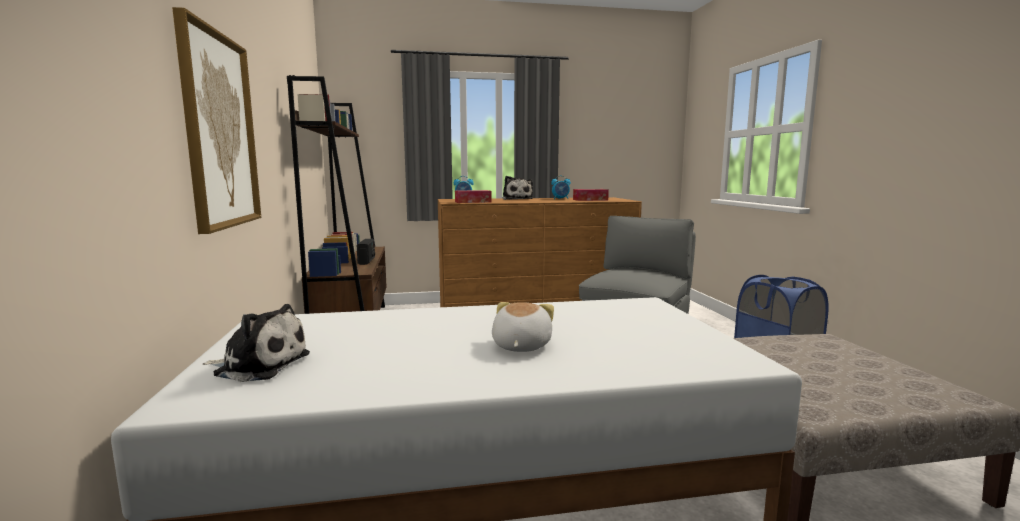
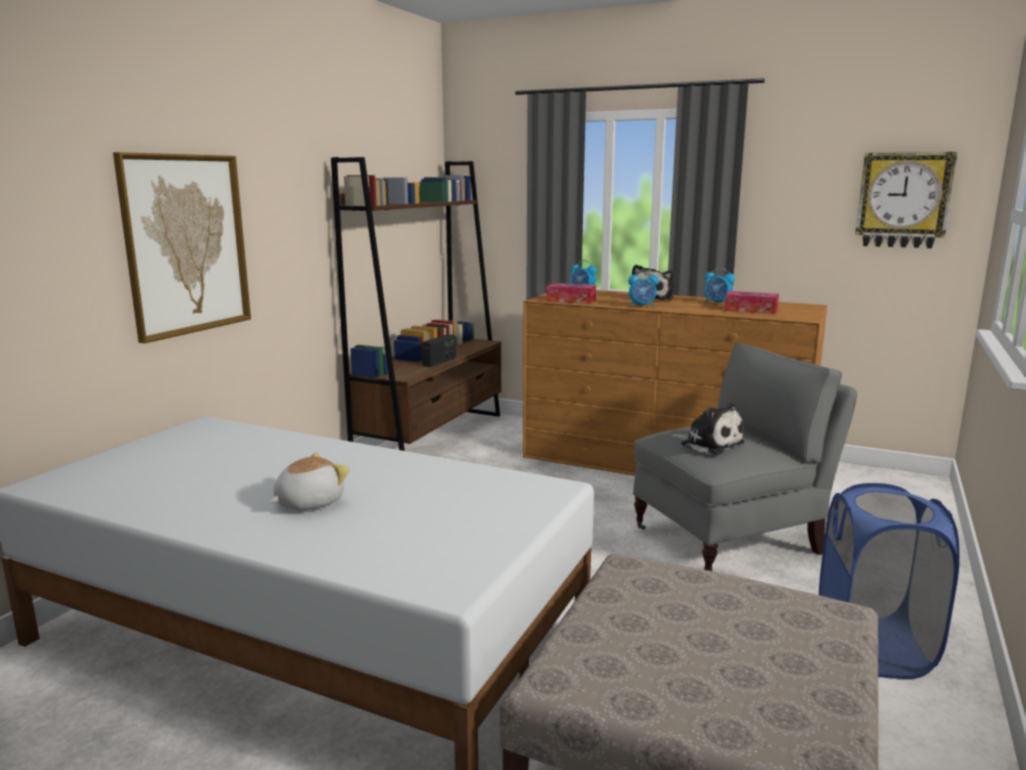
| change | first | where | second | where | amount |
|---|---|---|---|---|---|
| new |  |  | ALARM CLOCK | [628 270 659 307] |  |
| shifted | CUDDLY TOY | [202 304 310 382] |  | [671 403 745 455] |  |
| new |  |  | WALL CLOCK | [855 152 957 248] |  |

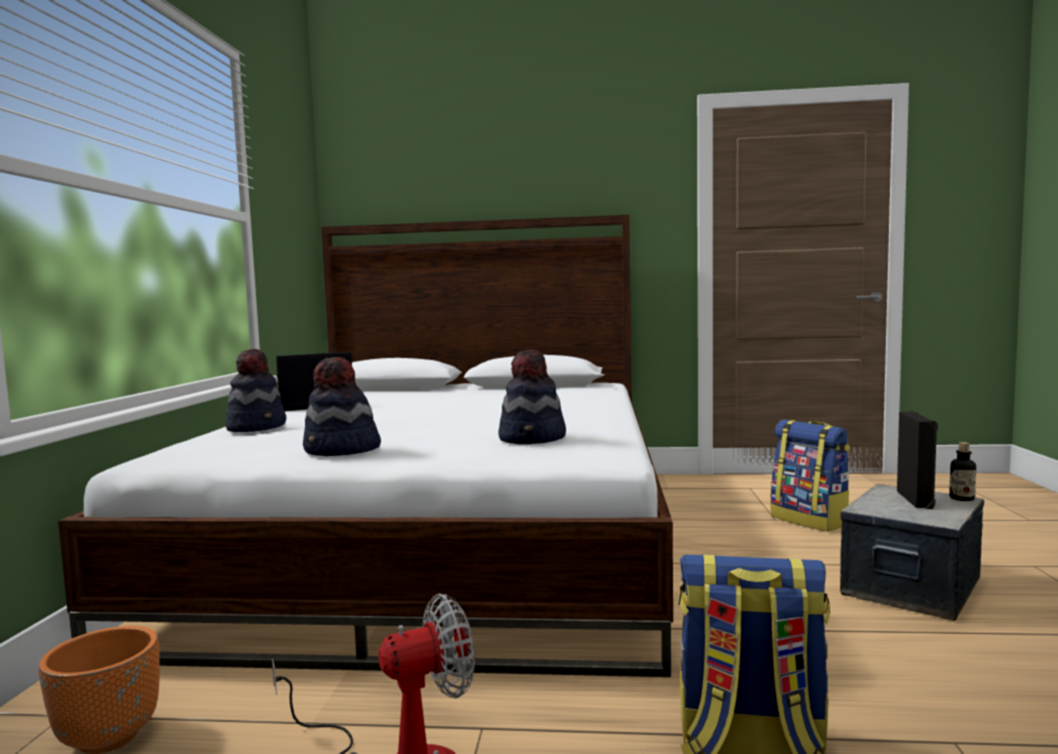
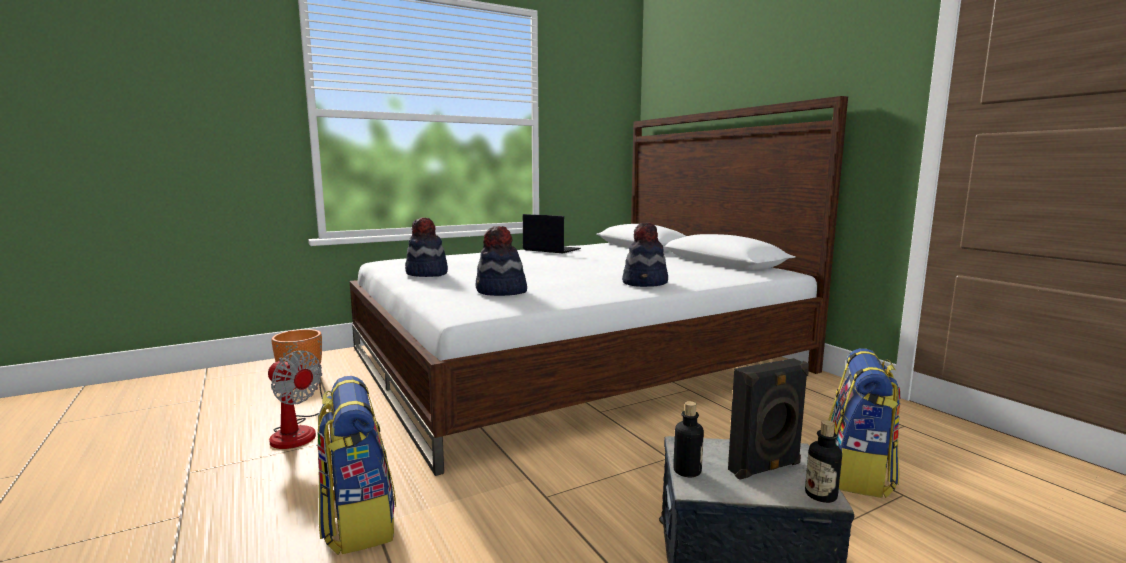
| change | first | where | second | where | amount |
|---|---|---|---|---|---|
| shifted | HAT | [225 349 286 432] |  | [622 222 668 287] |  |
| new |  |  | BEVERAGE BOTTLE | [673 401 704 477] |  |

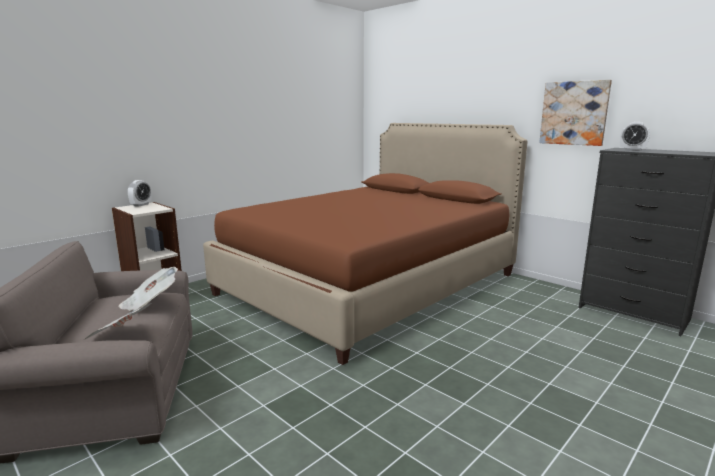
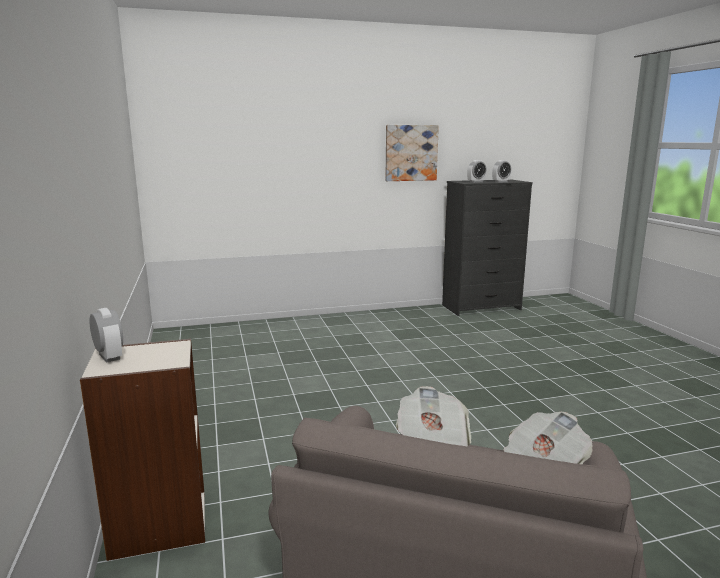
| change | first | where | second | where | amount |
|---|---|---|---|---|---|
| new |  |  | ALARM CLOCK | [492 160 511 183] |  |
| gone | BROWN-COLOURED SLEEPING BED | [203 123 528 365] |  |  |  |

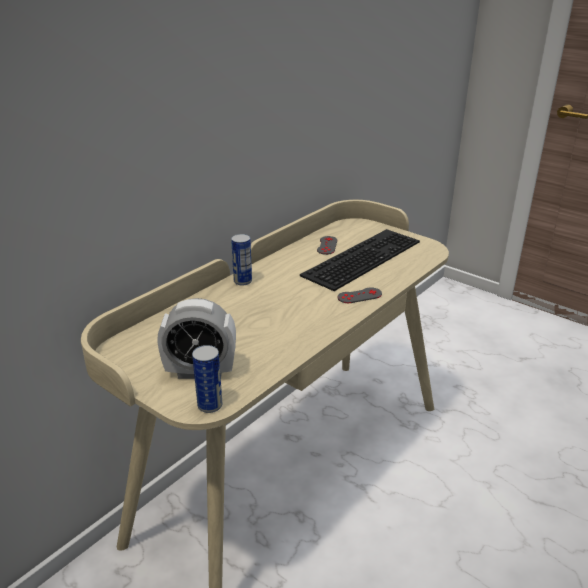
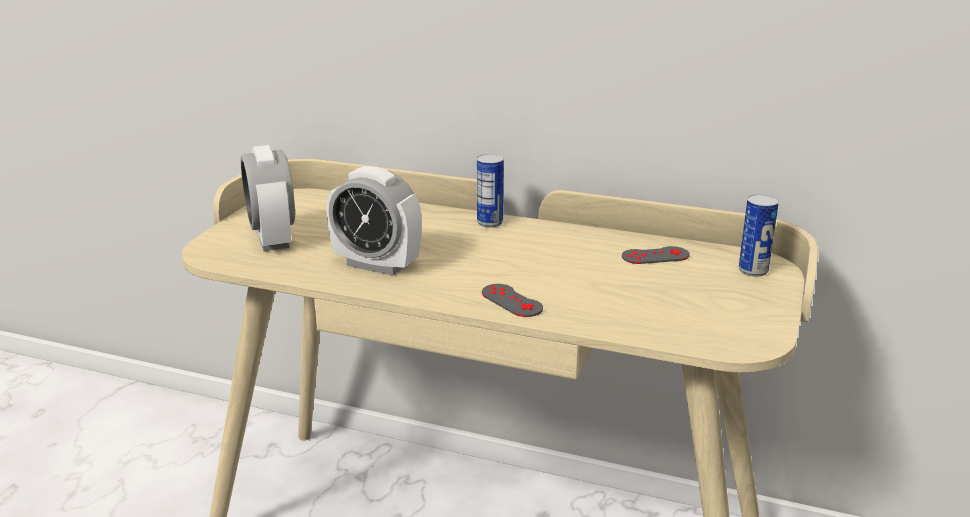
| change | first | where | second | where | amount |
|---|---|---|---|---|---|
| new |  |  | ALARM CLOCK | [327 166 422 276] |  |
| shifted | CAN | [192 345 222 413] |  | [739 194 779 277] |  |
| gone | KEYBOARD | [300 229 420 291] |  |  |  |

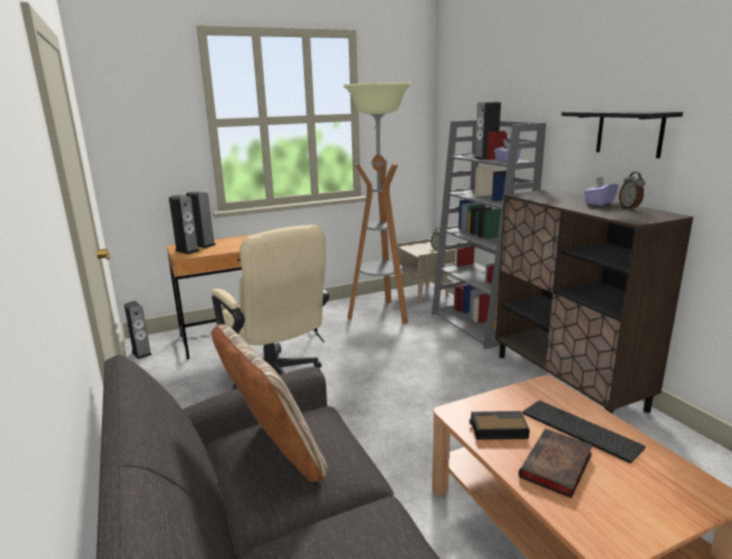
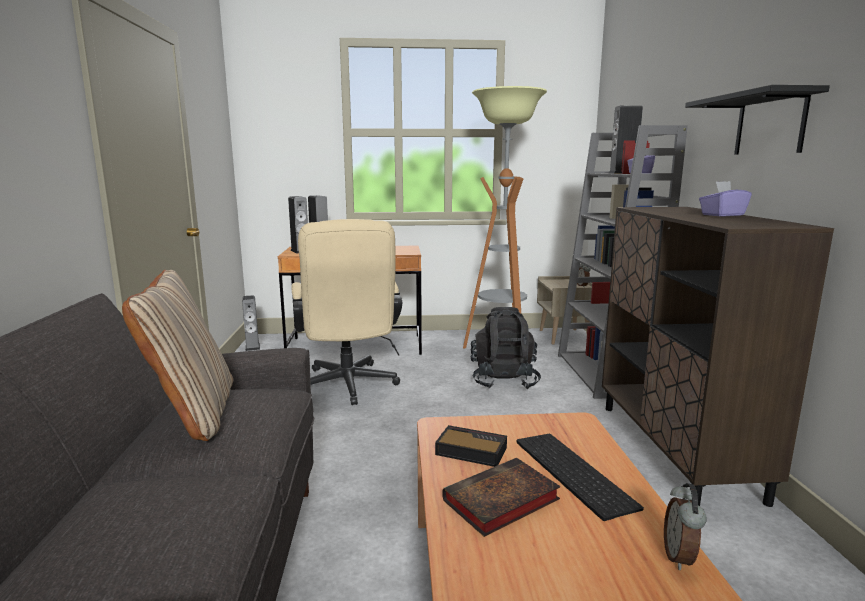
| change | first | where | second | where | amount |
|---|---|---|---|---|---|
| new |  |  | BLACKISH BACKPACK | [471 307 541 389] |  |
| shifted | ALARM CLOCK | [619 172 645 210] |  | [664 483 707 570] |  |

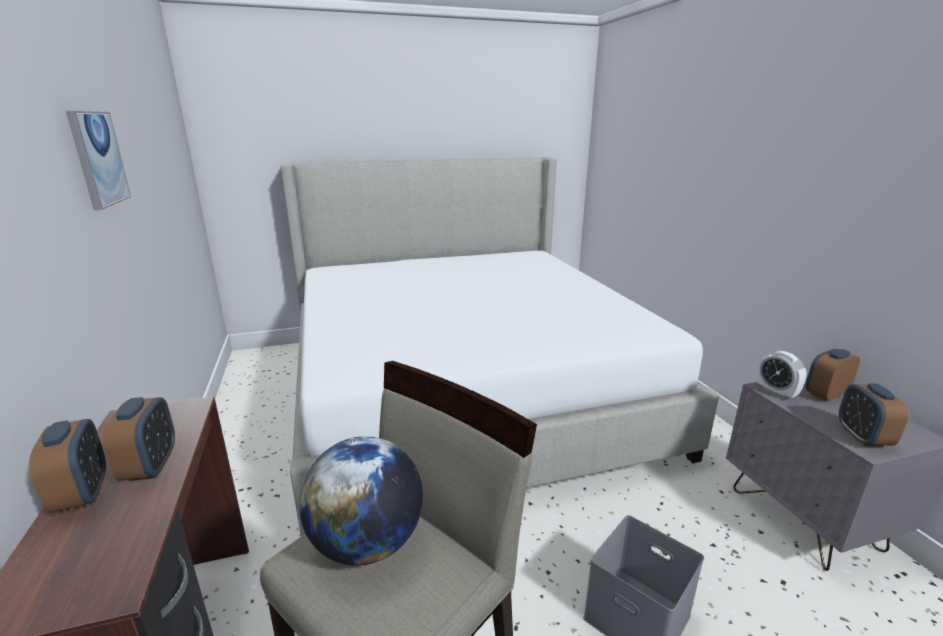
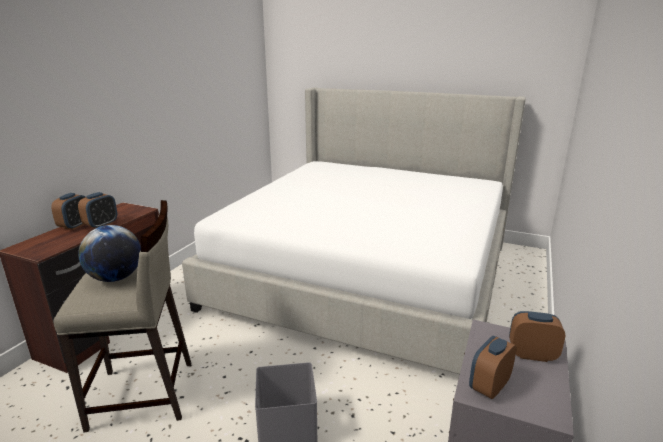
| change | first | where | second | where | amount |
|---|---|---|---|---|---|
| gone | WALL ART | [66 111 131 210] |  |  |  |
| gone | ALARM CLOCK | [757 351 807 400] |  |  |  |

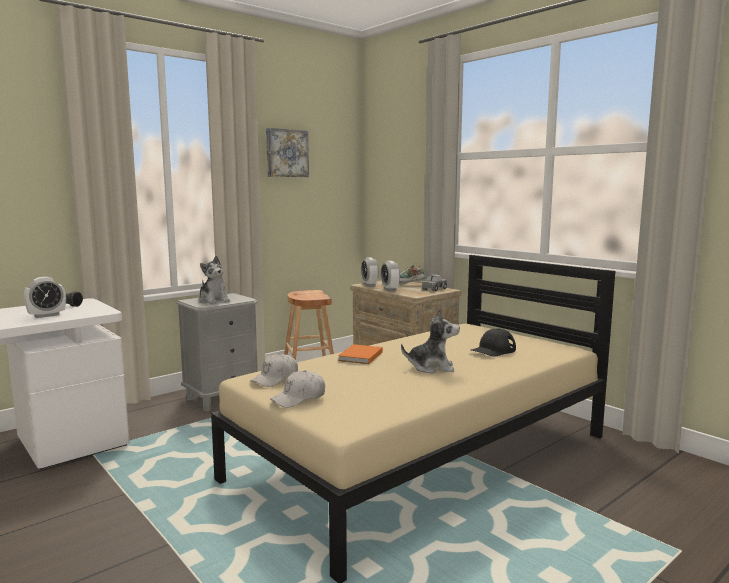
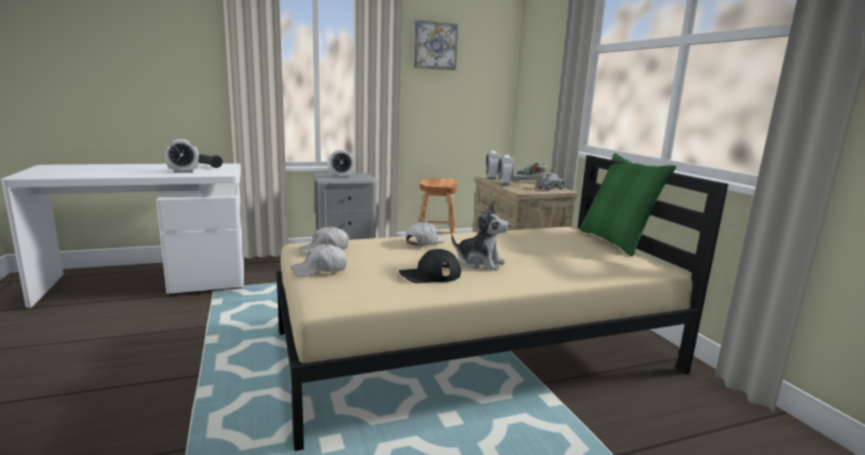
| change | first | where | second | where | amount |
|---|---|---|---|---|---|
| swapped | CUDDLY TOY | [199 256 230 304] | ALARM CLOCK | [328 149 354 178] |  |
| shifted | BLACKISH CAP | [471 328 516 357] |  | [399 249 461 283] |  |
| swapped | ORANGE BOUND BOOK | [338 344 383 364] | WHITE-COLOURED CAP | [406 222 445 246] |  |
| new |  |  | GREEN-COLOURED THROW PILLOW | [580 153 676 256] |  |

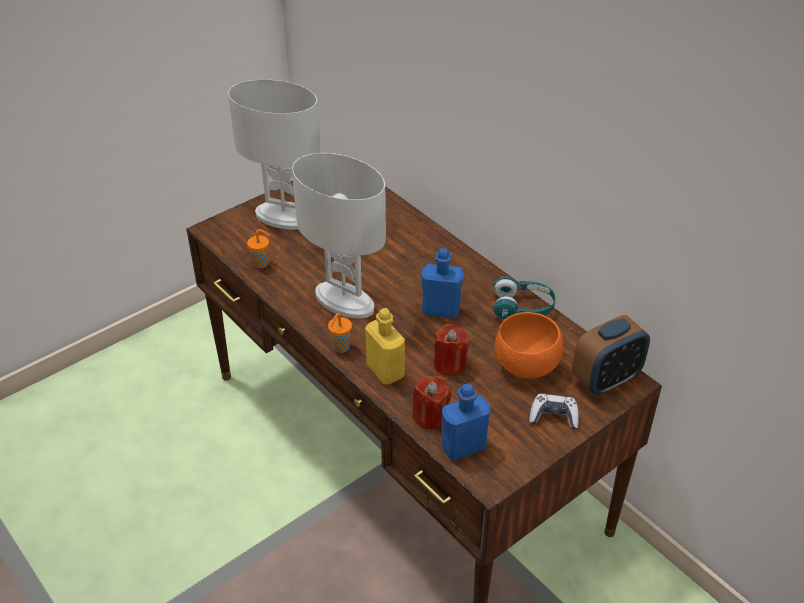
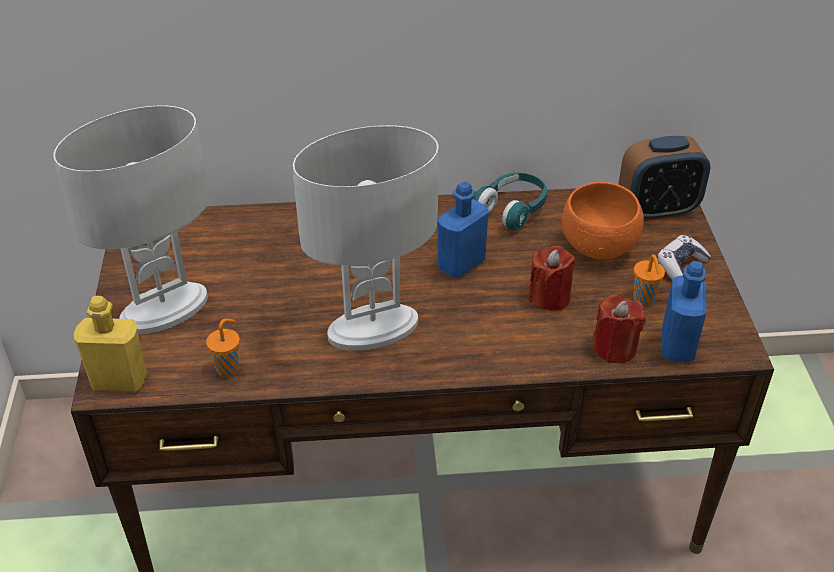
| change | first | where | second | where | amount |
|---|---|---|---|---|---|
| shifted | YELLOW BEVERAGE BOTTLE | [365 308 405 384] |  | [74 296 147 391] |  |
| rotated | ALARM CLOCK | [572 315 650 396] |  | [619 136 710 221] | 75 degrees clockwise |
| shifted | ORANGE DRINKING CUP | [328 313 352 353] |  | [633 254 665 306] |  |

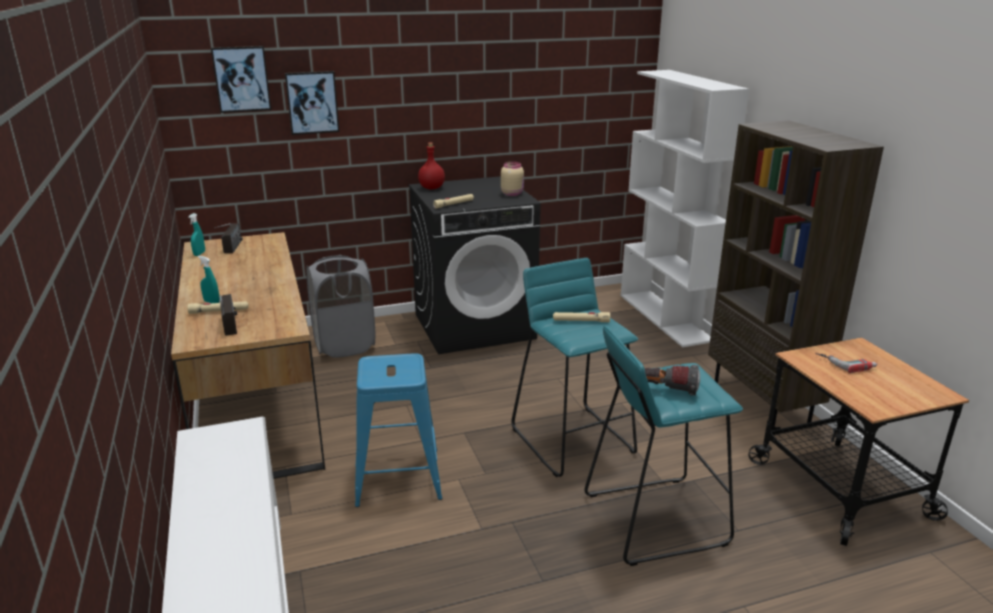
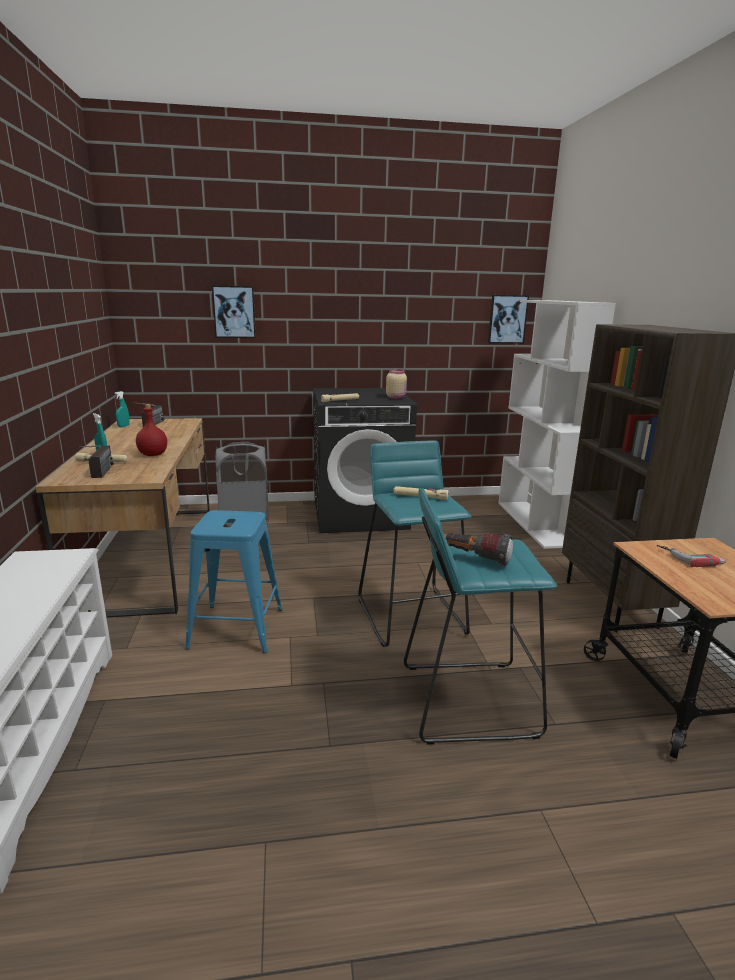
| change | first | where | second | where | amount |
|---|---|---|---|---|---|
| shifted | REDDISH BEVERAGE BOTTLE | [418 142 445 189] |  | [136 404 167 456] |  |
| shifted | WALL ART | [211 46 271 113] |  | [488 295 529 344] |  |

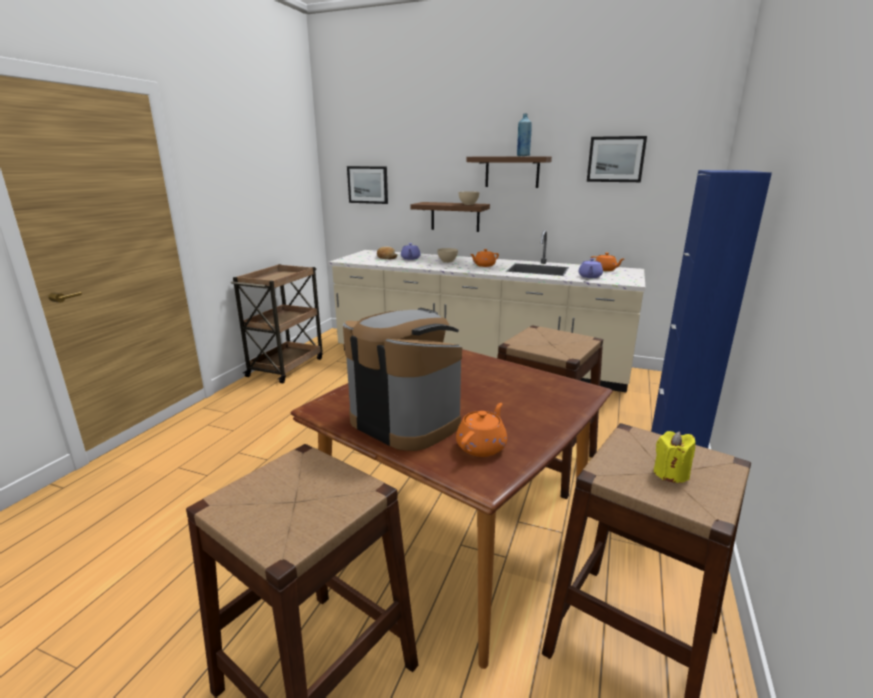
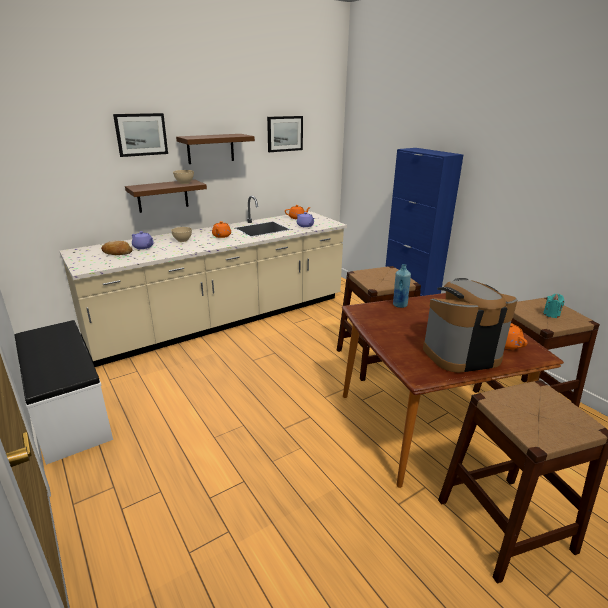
| change | first | where | second | where | amount |
|---|---|---|---|---|---|
| swapped | BROWN-COLOURED TROLLEY | [231 264 323 383] | WHITE-COLOURED INDOOR BENCH | [15 320 113 465] |  |
| shifted | WALL ART | [347 166 388 204] |  | [113 113 168 157] |  |
| shifted | BLUE BEVERAGE BOTTLE | [517 113 532 156] |  | [393 264 411 308] |  |
| repainted | YELLOW WAX CANDLE | [654 431 696 483] | TURQUOISE-COLOURED WAX CANDLE | [543 294 565 318] |  |

